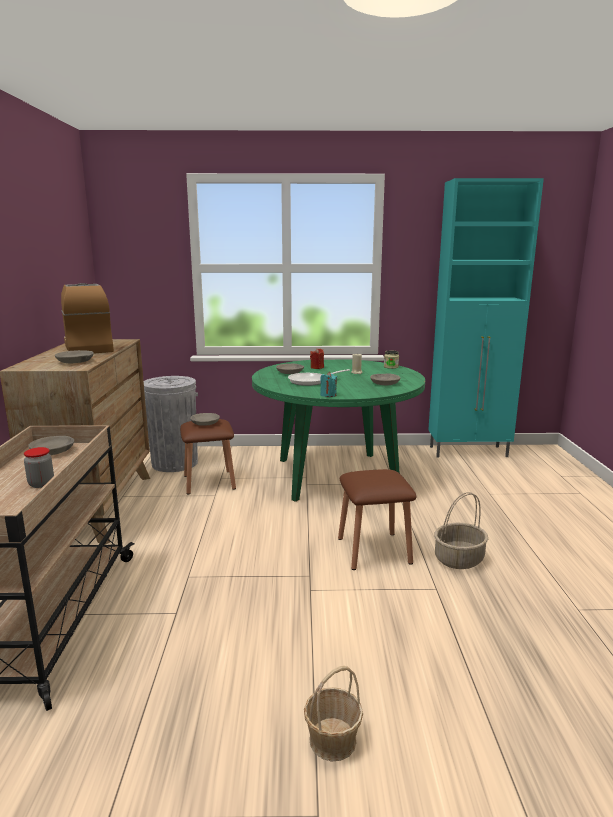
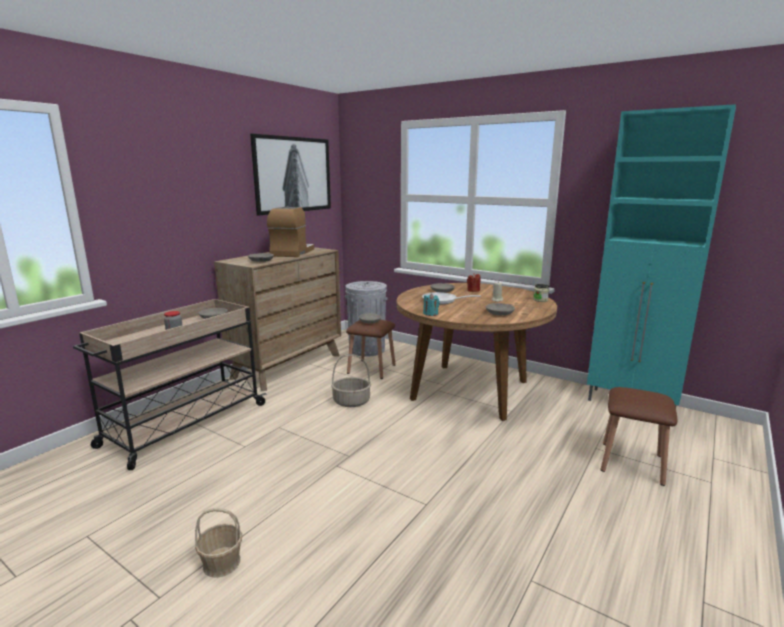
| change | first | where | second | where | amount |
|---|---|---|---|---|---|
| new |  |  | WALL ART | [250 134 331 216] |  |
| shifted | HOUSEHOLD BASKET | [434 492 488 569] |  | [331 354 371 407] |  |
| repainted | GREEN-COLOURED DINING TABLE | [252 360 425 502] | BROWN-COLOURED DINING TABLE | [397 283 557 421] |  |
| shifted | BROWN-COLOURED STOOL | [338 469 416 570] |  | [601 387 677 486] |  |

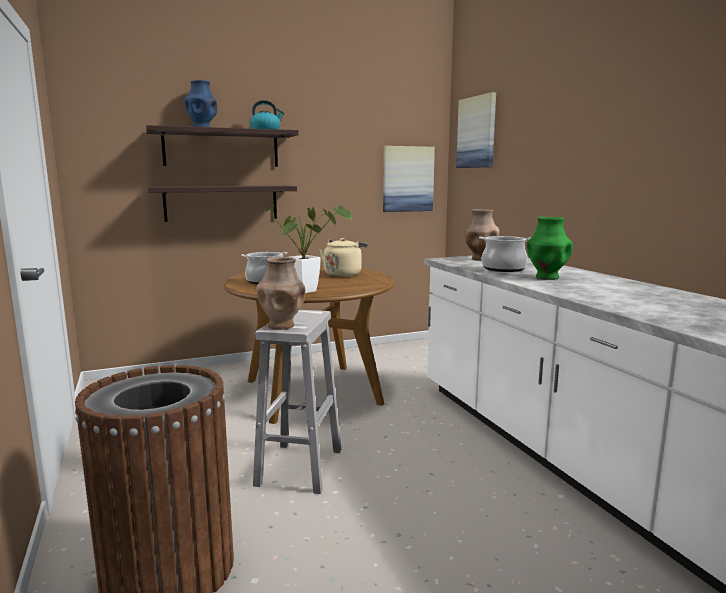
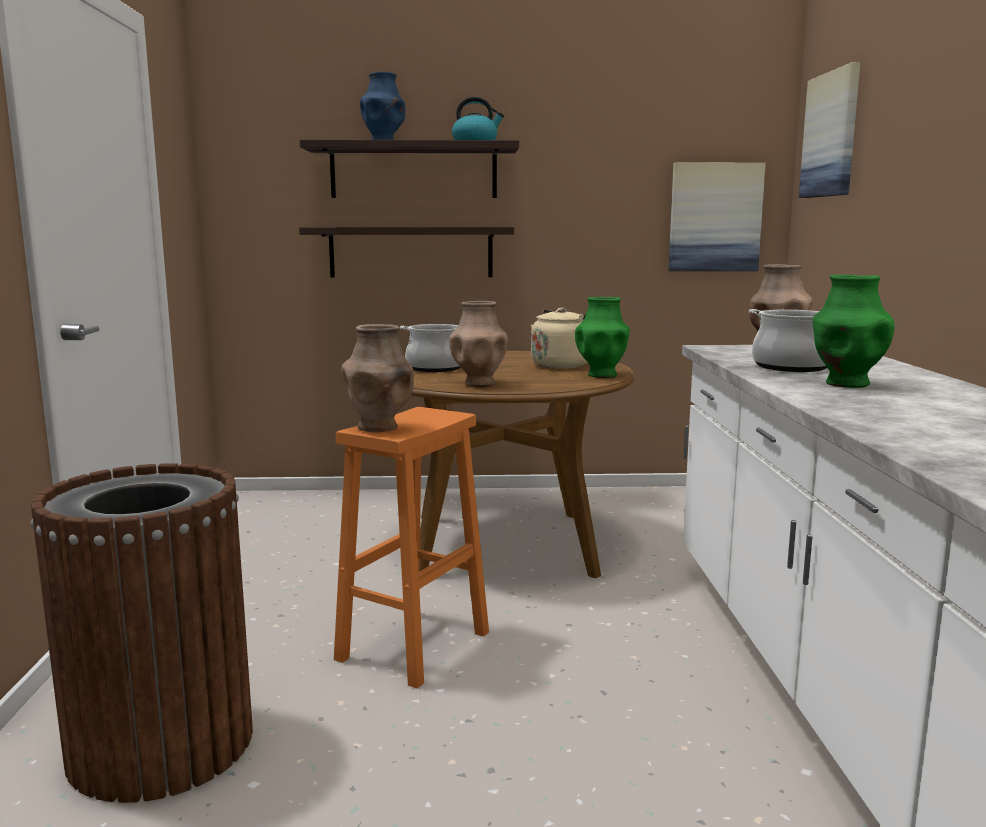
| change | first | where | second | where | amount |
|---|---|---|---|---|---|
| repainted | WHITE-COLOURED STOOL | [253 310 341 494] | ORANGE STOOL | [334 407 489 688] |  |
| swapped | HOUSEPLANT | [263 204 352 293] | BROWN-COLOURED FLOWER VASE | [449 301 508 387] |  |
| new |  |  | GREEN-COLOURED FLOWER VASE | [575 297 630 378] |  |

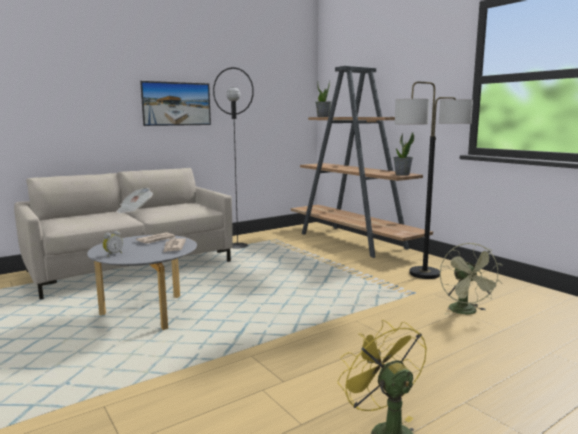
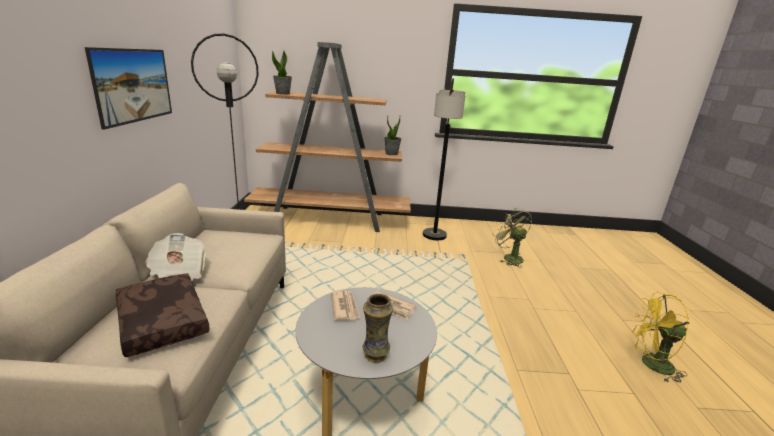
| change | first | where | second | where | amount |
|---|---|---|---|---|---|
| new |  |  | BROWN-COLOURED THROW PILLOW | [116 273 210 357] |  |
| swapped | ALARM CLOCK | [103 231 123 257] | FLOWER VASE | [362 294 393 363] |  |
| rotated | GREEN-COLOURED FAN | [440 243 502 315] |  | [493 208 532 267] | 150 degrees counterclockwise |

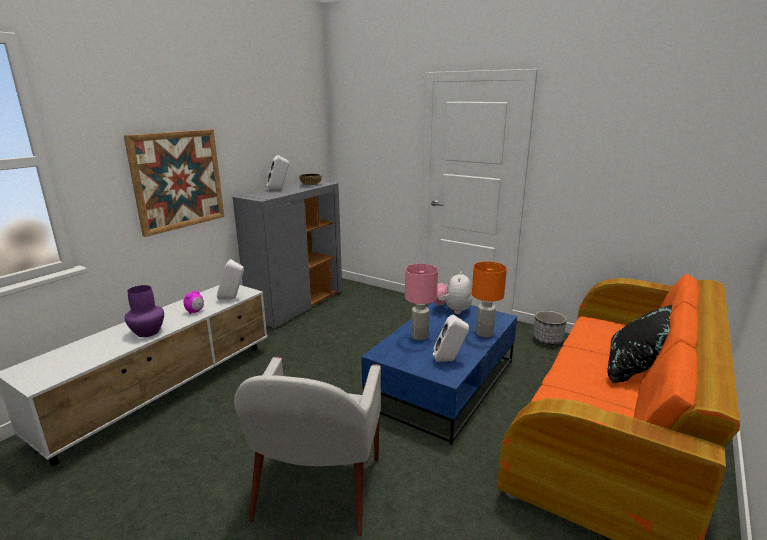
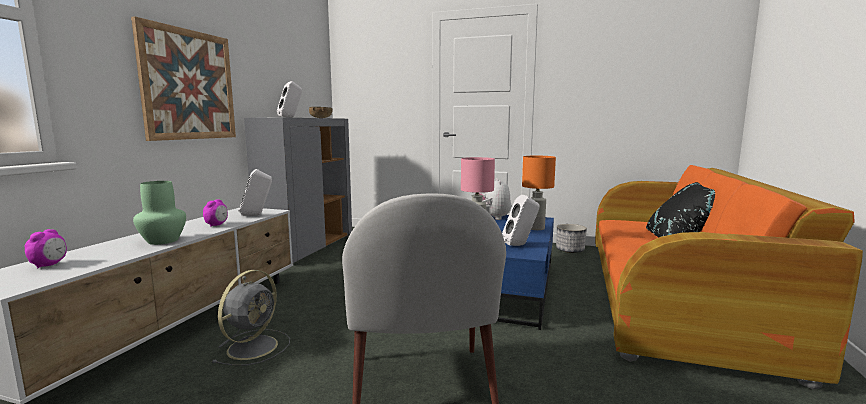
| change | first | where | second | where | amount |
|---|---|---|---|---|---|
| new |  |  | ALARM CLOCK | [25 229 67 268] |  |
| repainted | PURPLE-COLOURED FLOWER VASE | [124 285 164 337] | GREEN-COLOURED FLOWER VASE | [133 181 186 245] |  |
| new |  |  | GRAY FAN | [211 270 290 366] |  |

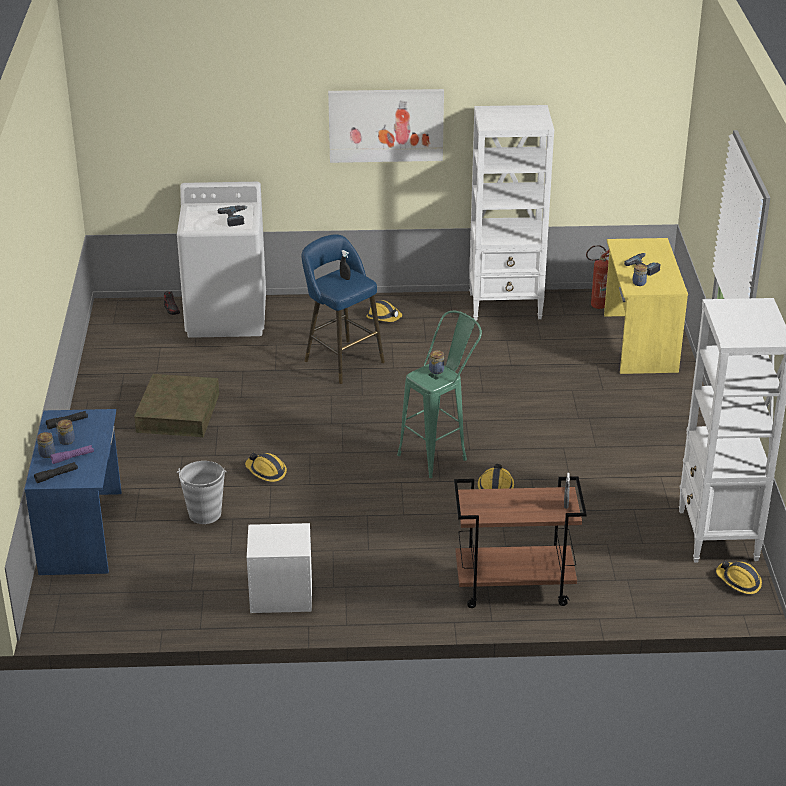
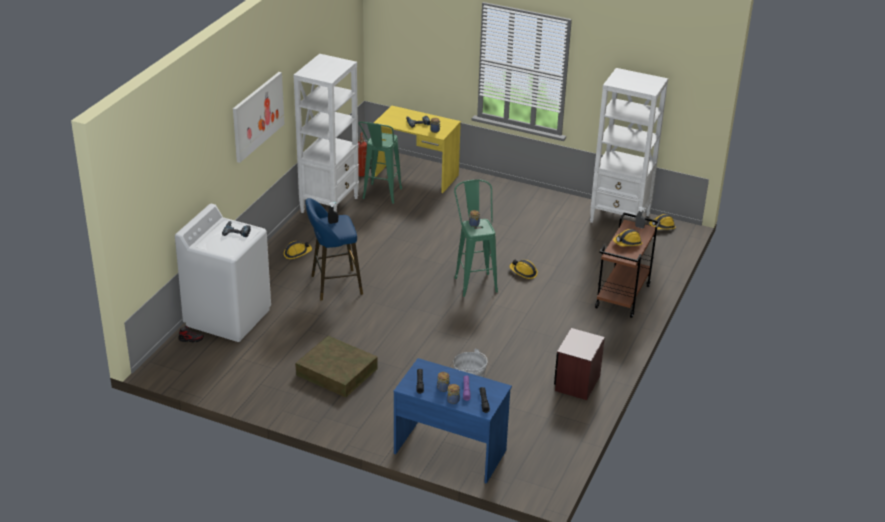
| change | first | where | second | where | amount |
|---|---|---|---|---|---|
| new |  |  | GREEN-COLOURED STOOL | [358 122 402 204] |  |
| repainted | WHITE-COLOURED BEDSIDE TABLE | [247 523 312 613] | BROWN-COLOURED BEDSIDE TABLE | [554 328 605 400] |  |
| shifted | HARD HAT | [245 452 287 482] |  | [613 229 643 247] |  |

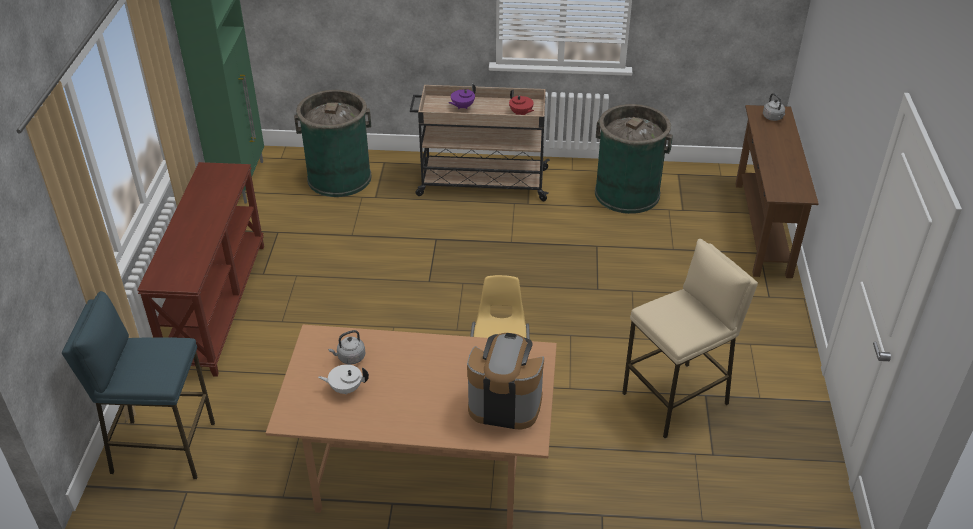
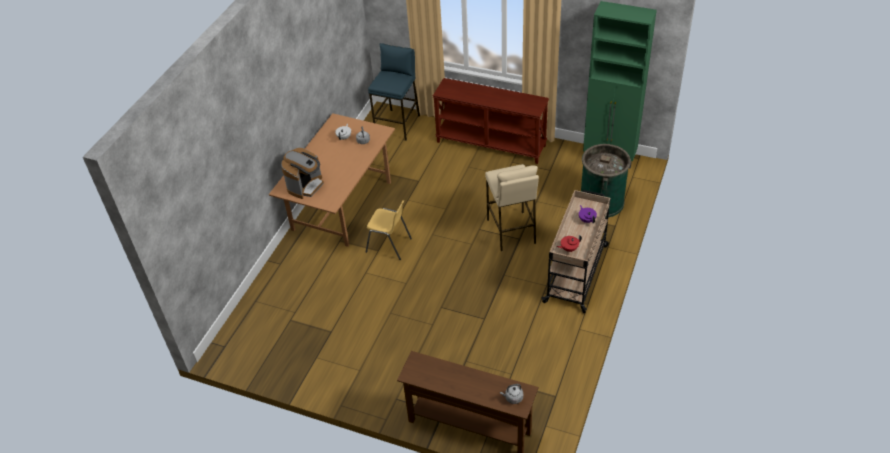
| change | first | where | second | where | amount |
|---|---|---|---|---|---|
| shifted | BEIGE STOOL | [622 239 758 439] |  | [485 164 539 251] |  |
| gone | GREEN-COLOURED RUBBISH BIN | [595 104 673 214] |  |  |  |

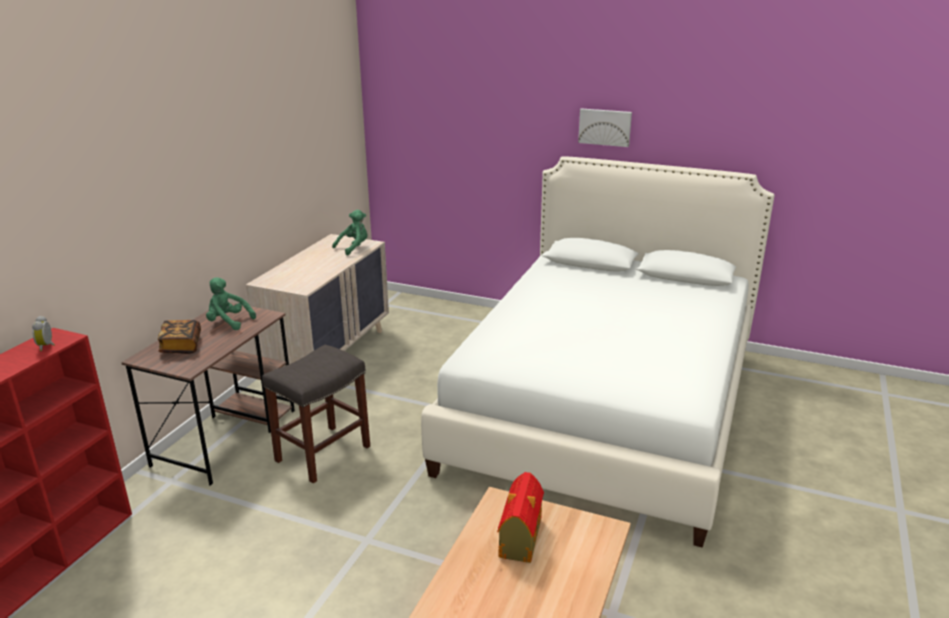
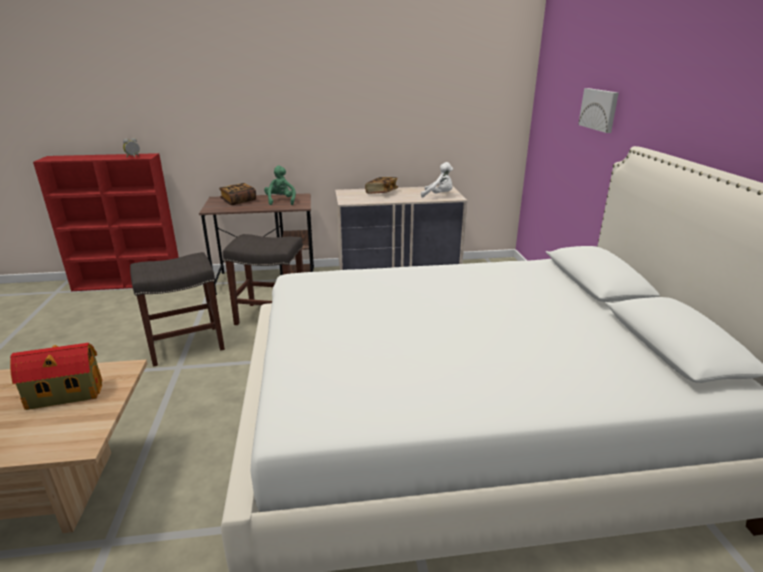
| change | first | where | second | where | amount |
|---|---|---|---|---|---|
| new |  |  | GRAY STOOL | [130 252 225 367] |  |
| new |  |  | BOUND BOOK | [365 177 398 194] |  |
| repainted | GREEN-COLOURED CUDDLY TOY | [332 210 368 256] | WHITE-COLOURED CUDDLY TOY | [421 162 453 198] |  |
| shifted | WALL ART | [578 108 632 147] |  | [578 88 619 133] |  |

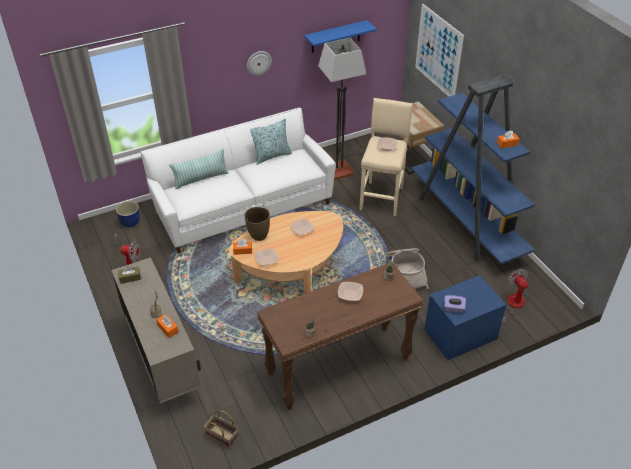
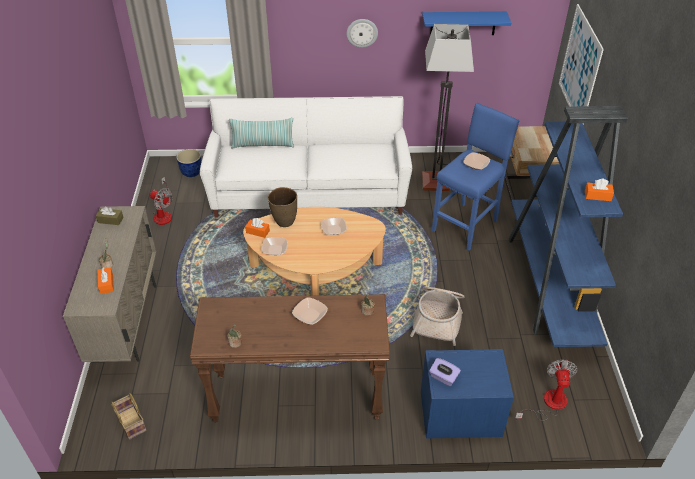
| change | first | where | second | where | amount |
|---|---|---|---|---|---|
| repainted | BEIGE STOOL | [359 98 413 216] | BLUE STOOL | [432 103 520 250] |  |
| gone | THROW PILLOW | [250 119 292 165] |  |  |  |

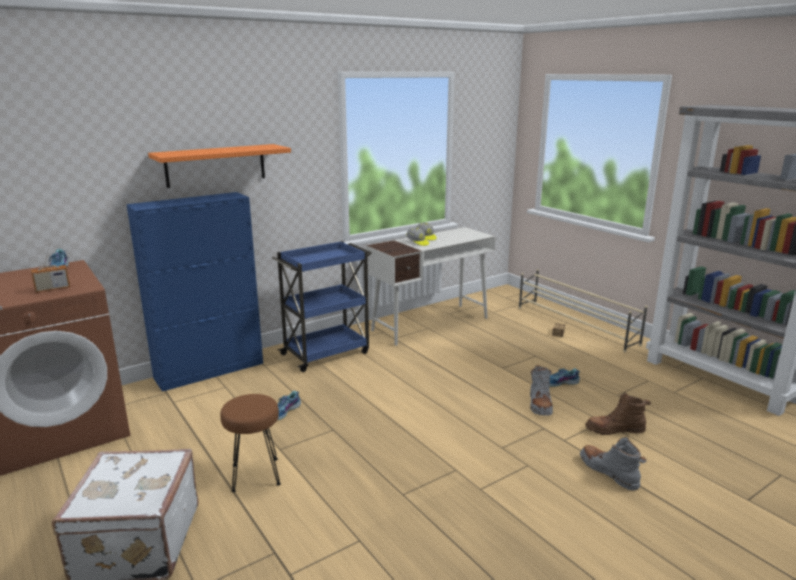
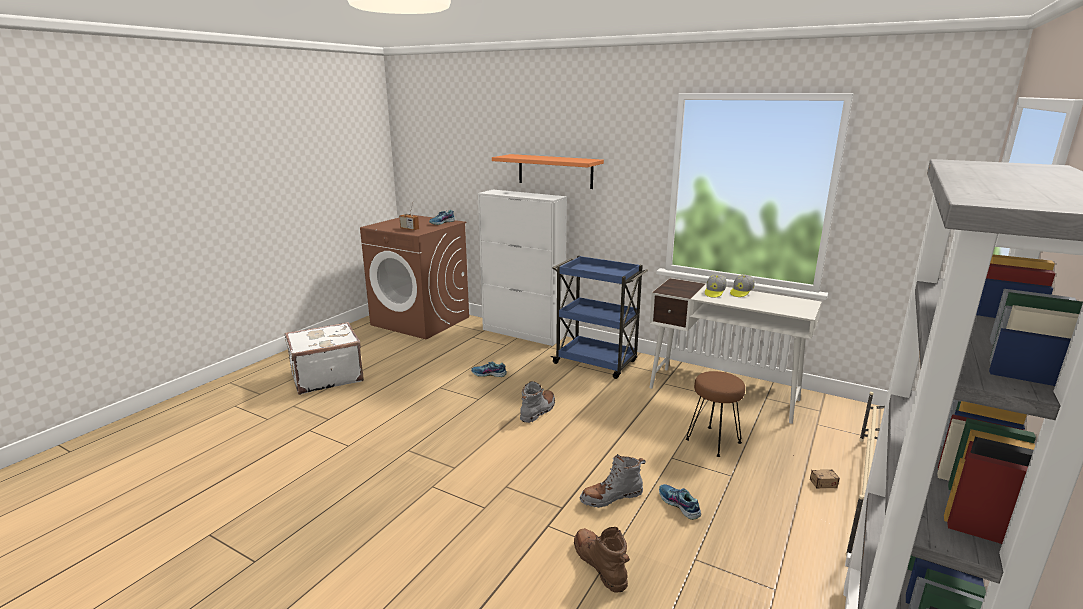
| change | first | where | second | where | amount |
|---|---|---|---|---|---|
| repainted | BLUE STORAGE CABINET | [126 192 263 392] | WHITE-COLOURED STORAGE CABINET | [478 190 567 346] |  |
| shifted | GRAY BOOT | [580 437 647 491] |  | [520 381 555 423] |  |
| shifted | BROWN-COLOURED STOOL | [220 394 281 492] |  | [686 371 745 457] |  |

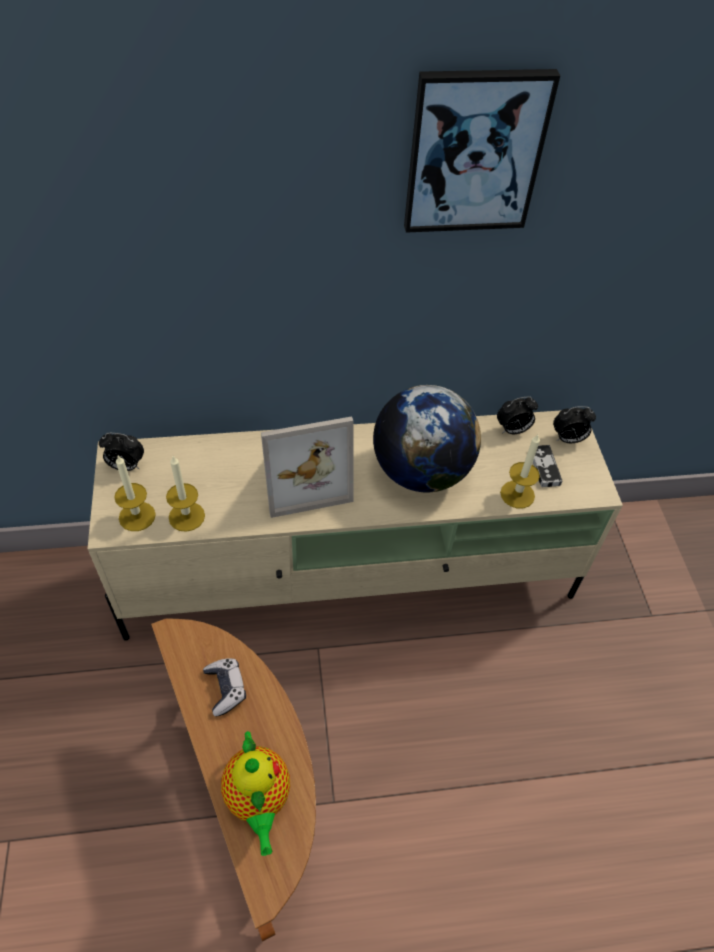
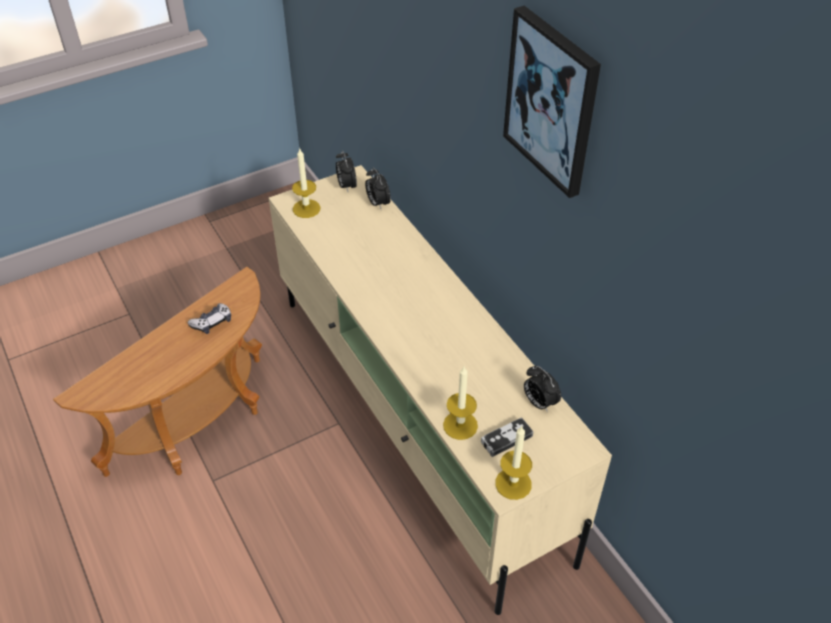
| change | first | where | second | where | amount |
|---|---|---|---|---|---|
| shifted | ALARM CLOCK | [553 406 596 443] |  | [365 168 391 209] |  |
| shifted | WAX CANDLE | [166 456 205 532] |  | [495 426 532 500] |  |
| gone | TEA POT | [221 731 290 856] |  |  |  |
| gone | PHOTO FRAME | [261 416 354 518] |  |  |  |
| gone | GLOBE | [373 385 481 492] |  |  |  |

